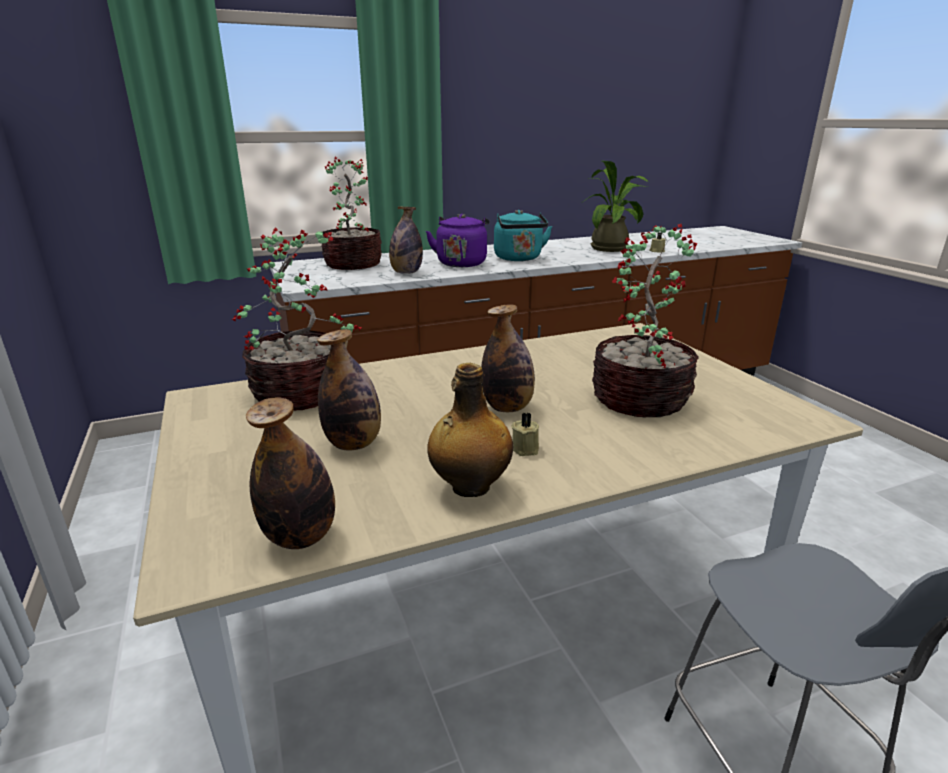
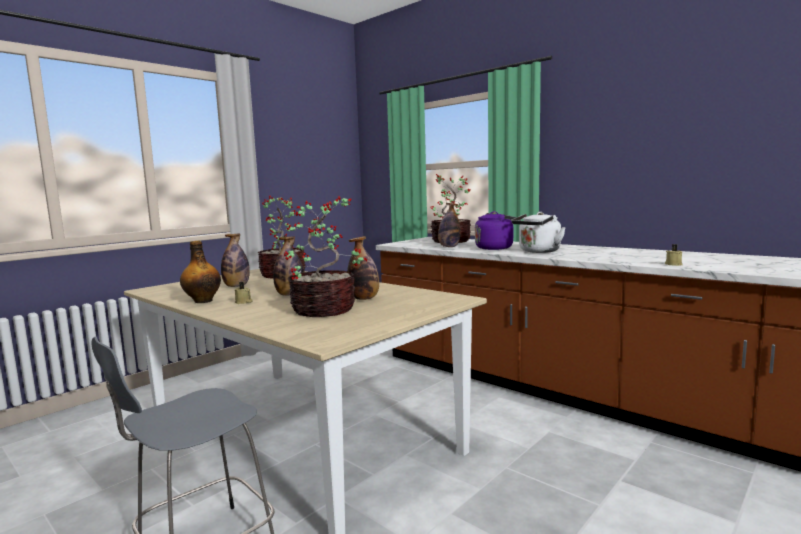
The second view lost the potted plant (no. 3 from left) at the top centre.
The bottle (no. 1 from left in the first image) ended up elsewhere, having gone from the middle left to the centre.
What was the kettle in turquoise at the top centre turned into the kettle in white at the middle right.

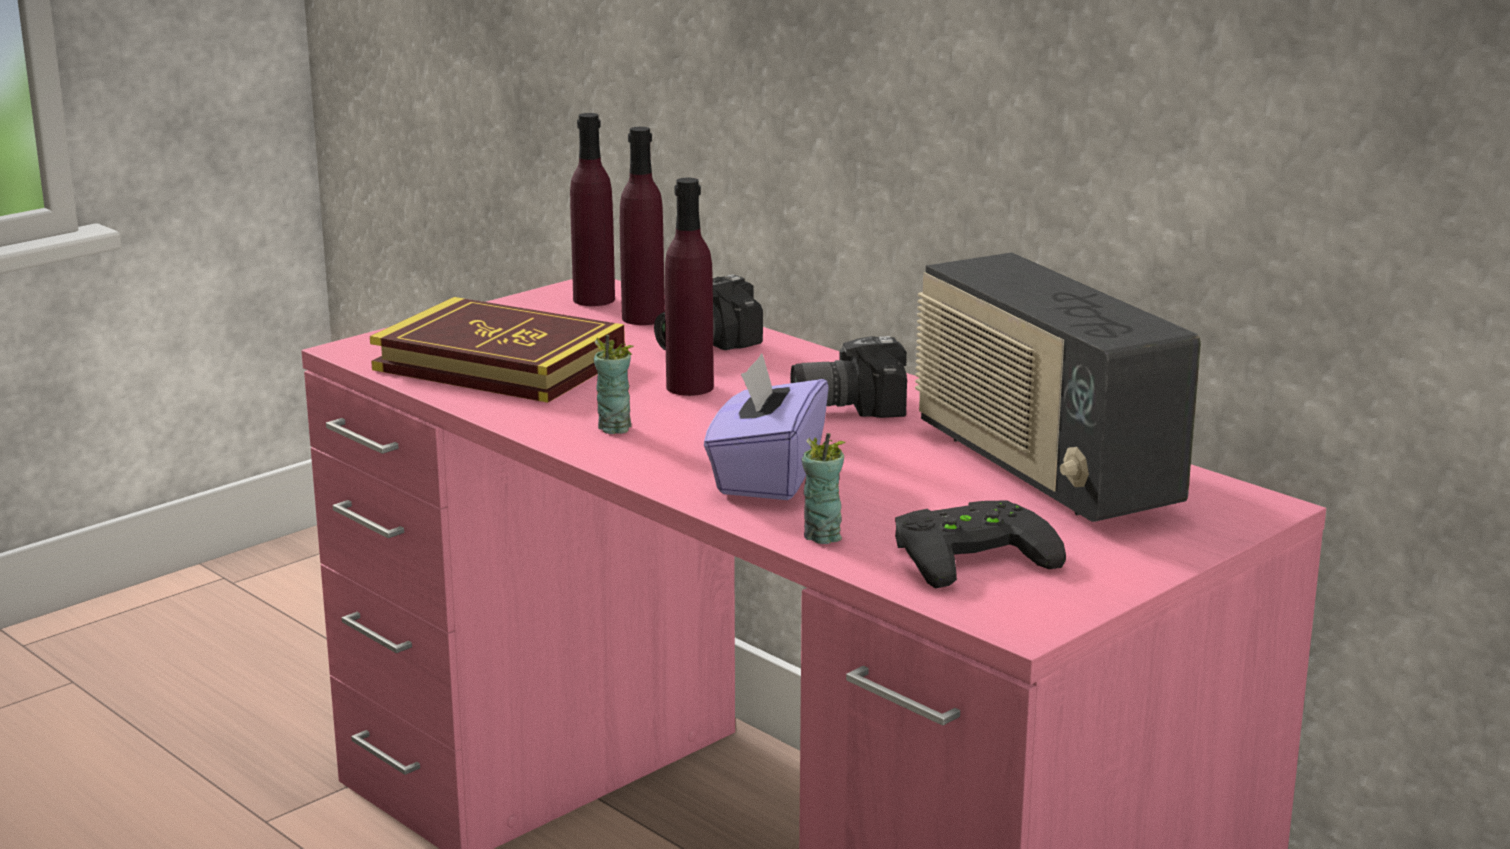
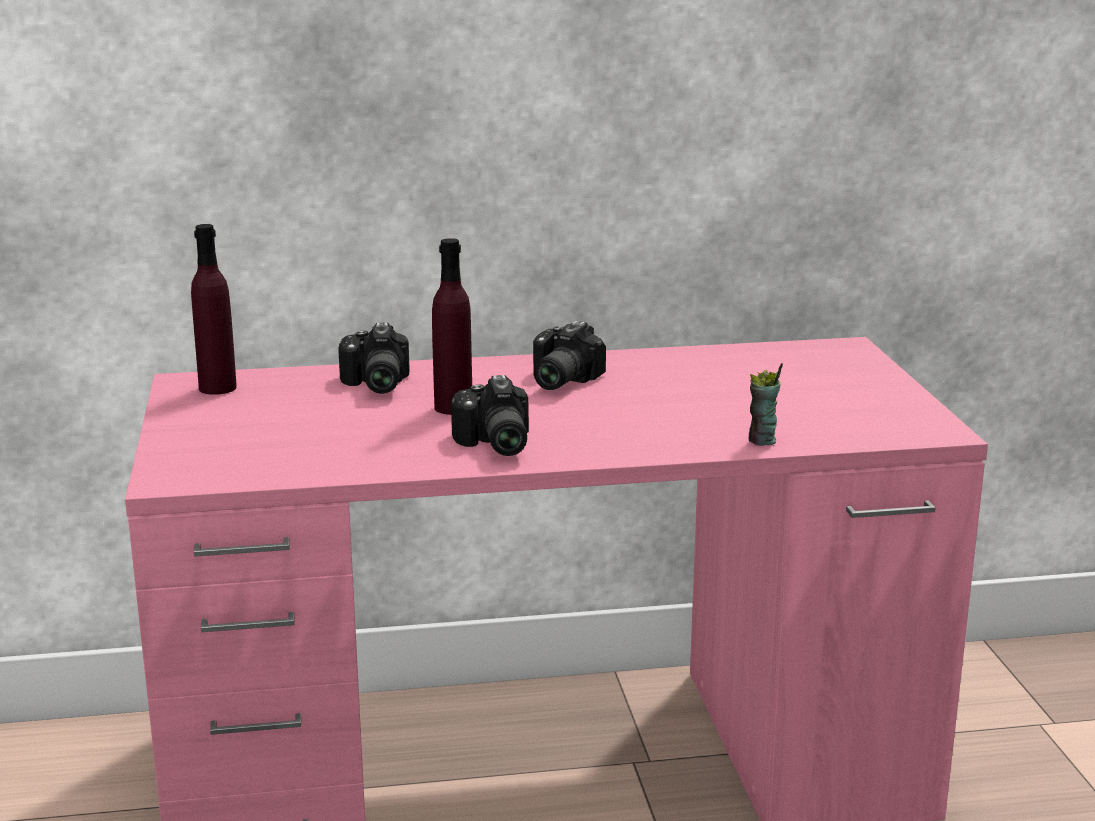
The second view lost the book at the middle left.
The second view lost the bottle in purple (no. 2 from left) at the top centre.
The second view lost the tissue box in purple at the centre.
The second view lost the game controller in black at the centre.
The second view lost the radio at the middle right.
Where the cup (no. 1 from left) stood at the centre, the photo camera (no. 2 from left) came to stand at the centre.

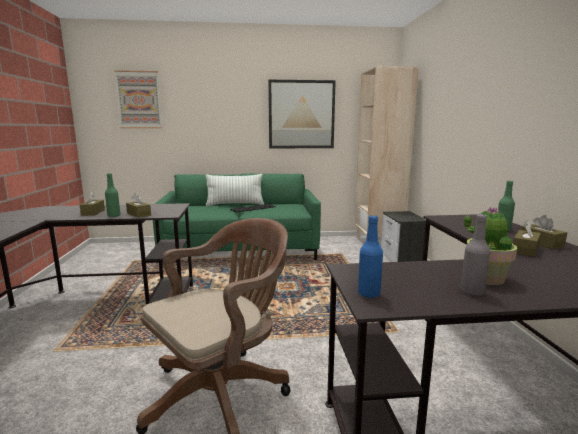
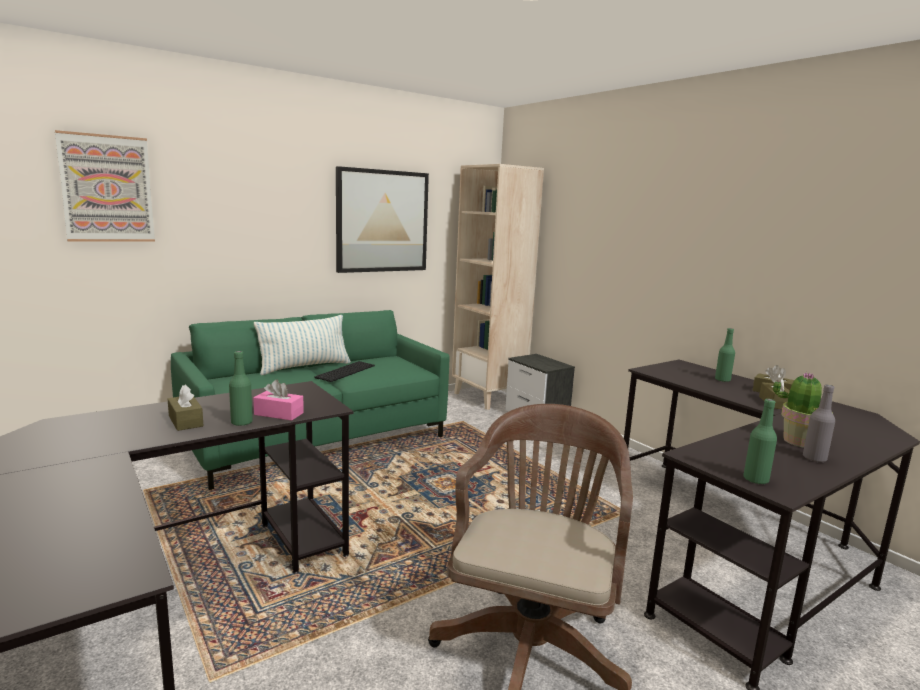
What was the tissue box in brown (no. 2 from left) at the middle left turned into the tissue box in pink at the middle left.
What was the bottle in blue at the centre turned into the bottle in green (no. 3 from left) at the middle right.

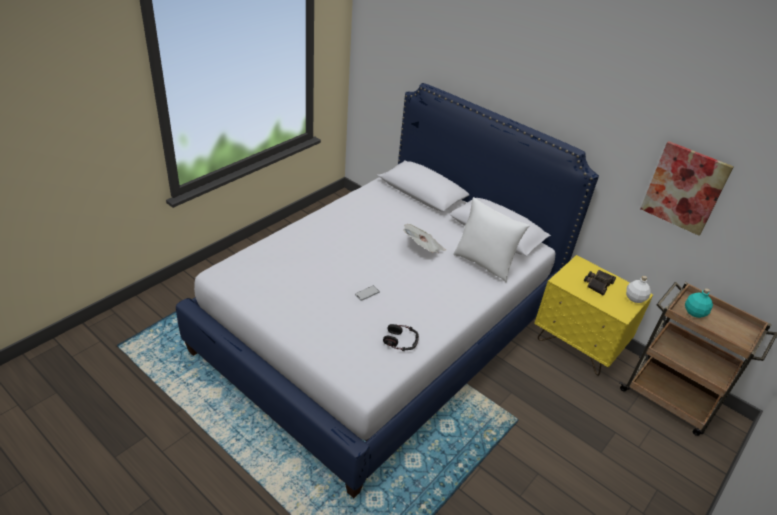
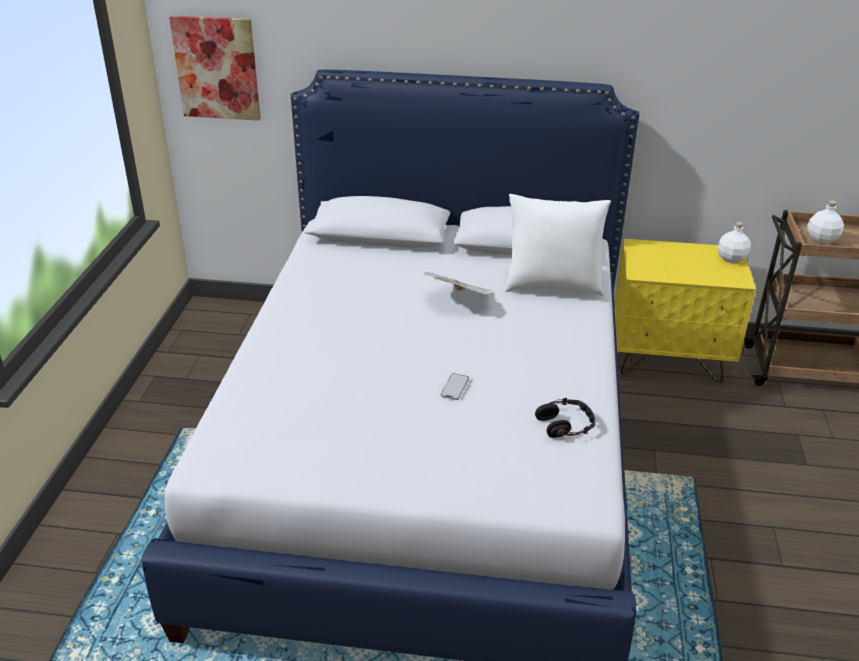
The second view lost the binoculars at the middle right.
The picture ended up elsewhere, having gone from the middle right to the top left.
What was the bottle in turquoise at the middle right turned into the bottle in white (no. 2 from left) at the middle right.

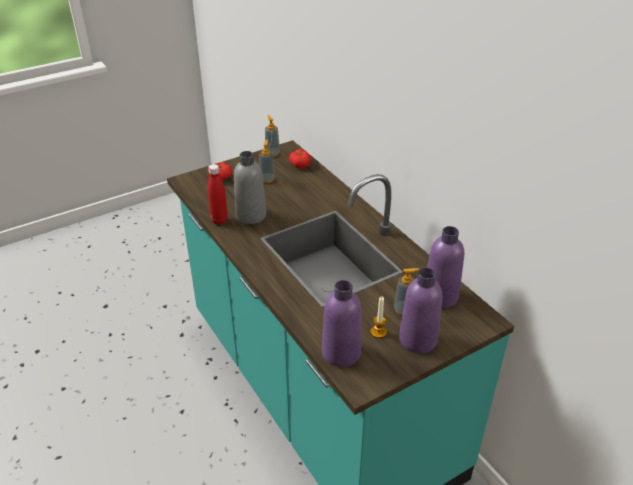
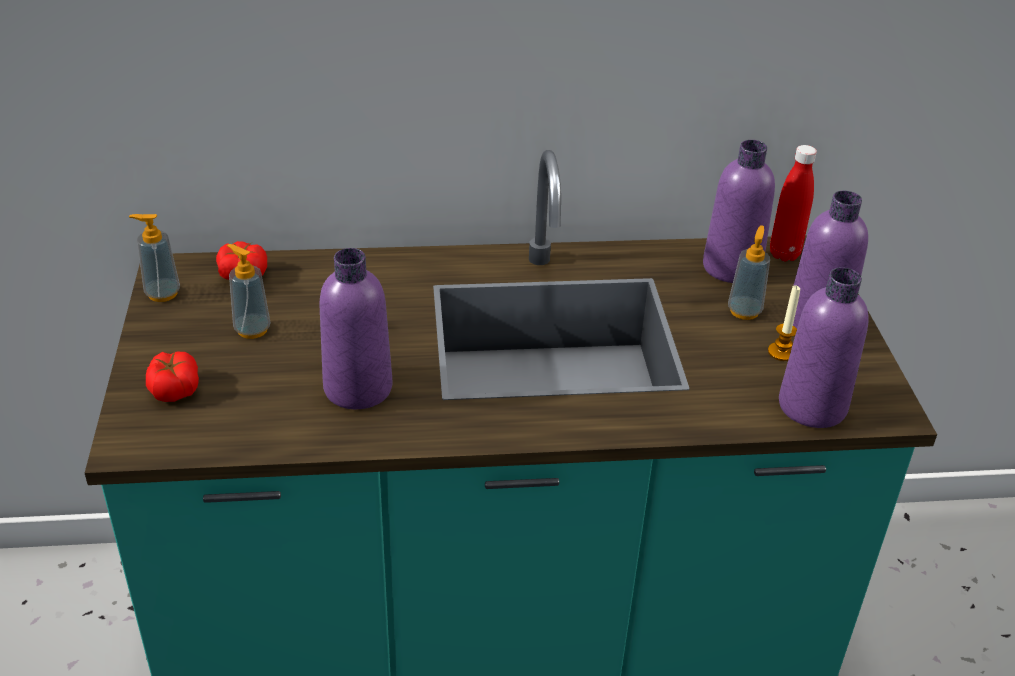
The bottle in red ended up elsewhere, having gone from the centre to the top right.
What was the bottle in grey at the centre turned into the bottle in purple (no. 1 from left) at the centre.

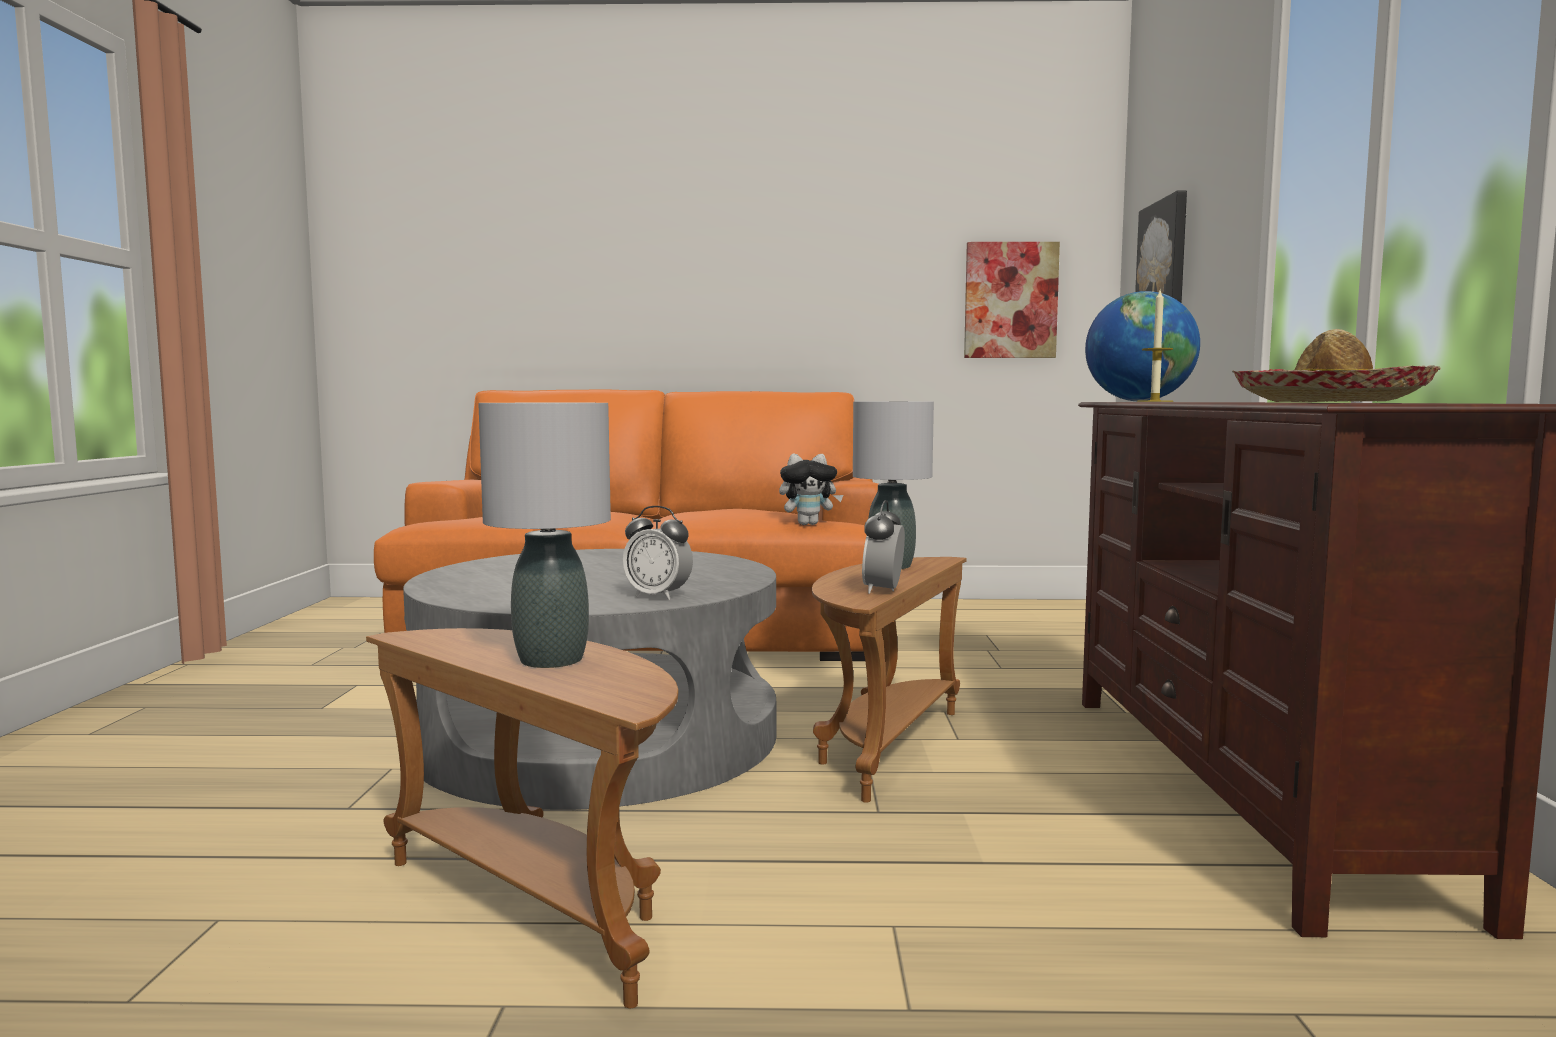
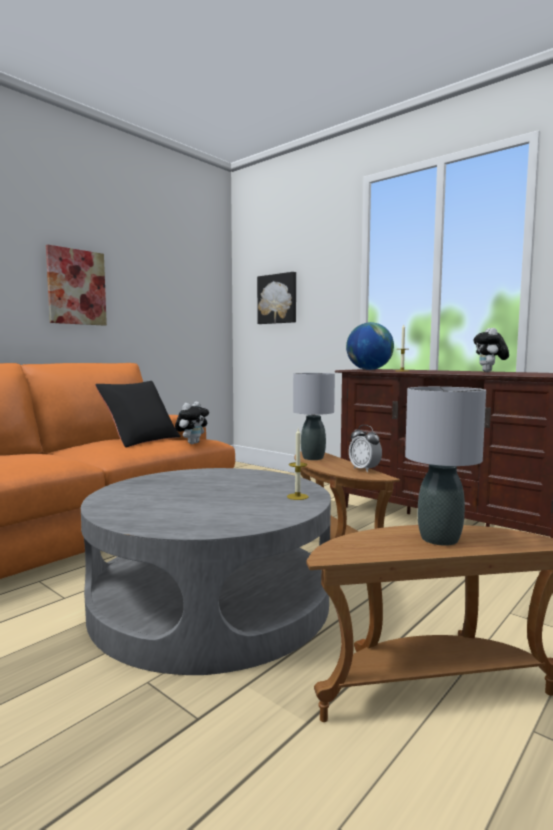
The second view gained the pillow in black at the middle left.
The picture (no. 1 from left) ended up elsewhere, having gone from the top centre to the middle left.
Where the alarm clock (no. 1 from left) stood at the centre, the candle (no. 1 from left) came to stand at the centre.
Where the hat stood at the middle right, the plush toy (no. 2 from left) came to stand at the middle right.

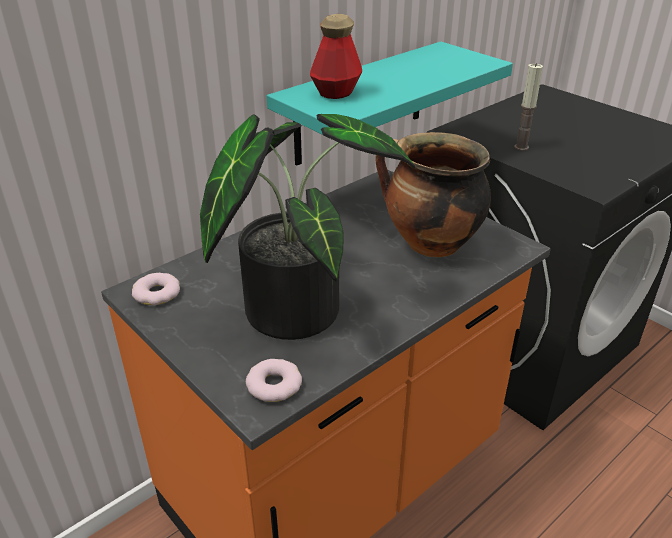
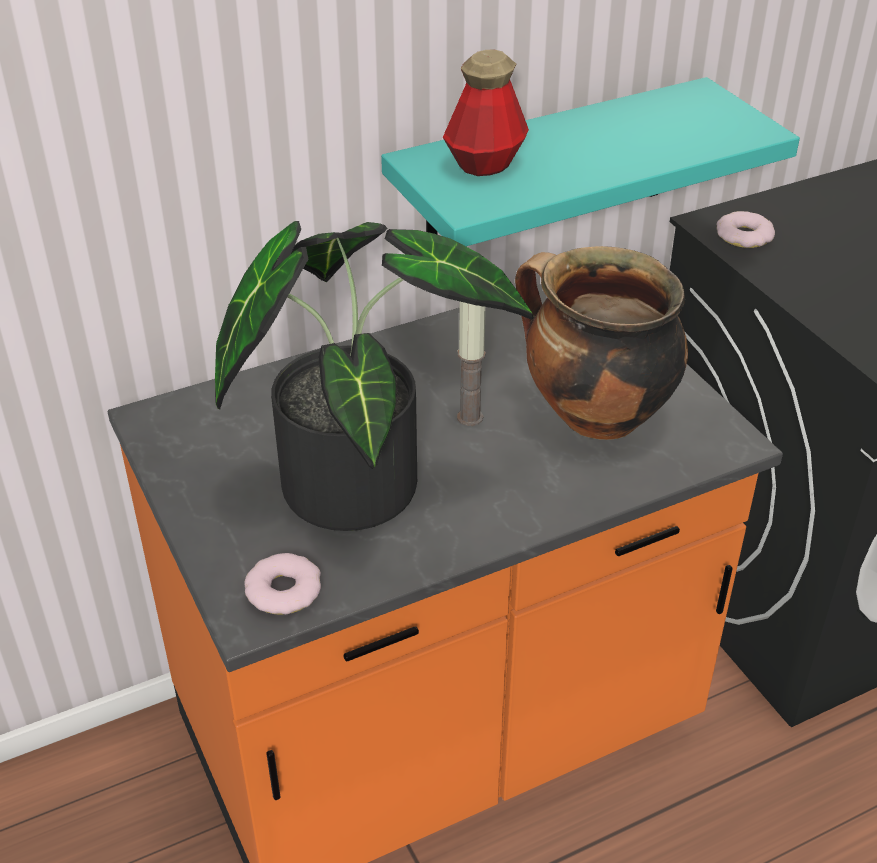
The donut (no. 1 from left in the first image) ended up elsewhere, having gone from the middle left to the top right.
The candle ended up elsewhere, having gone from the top right to the centre.

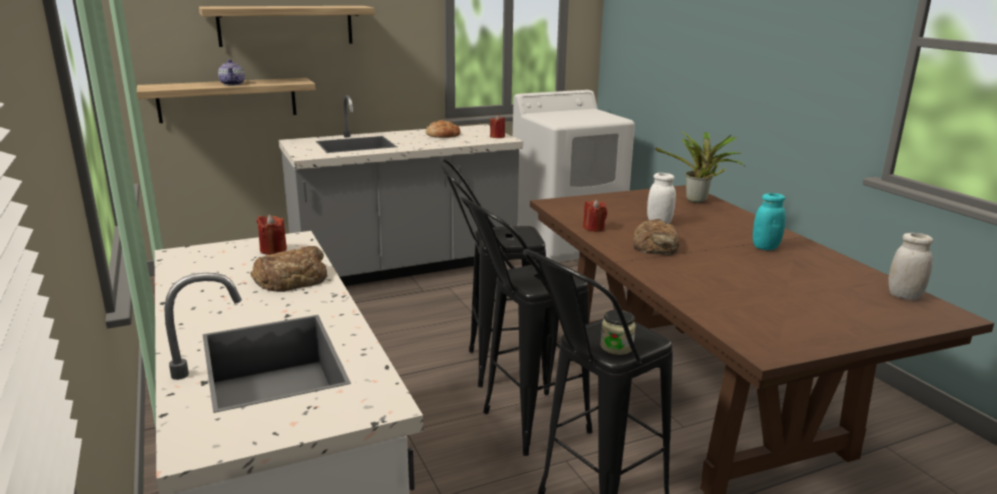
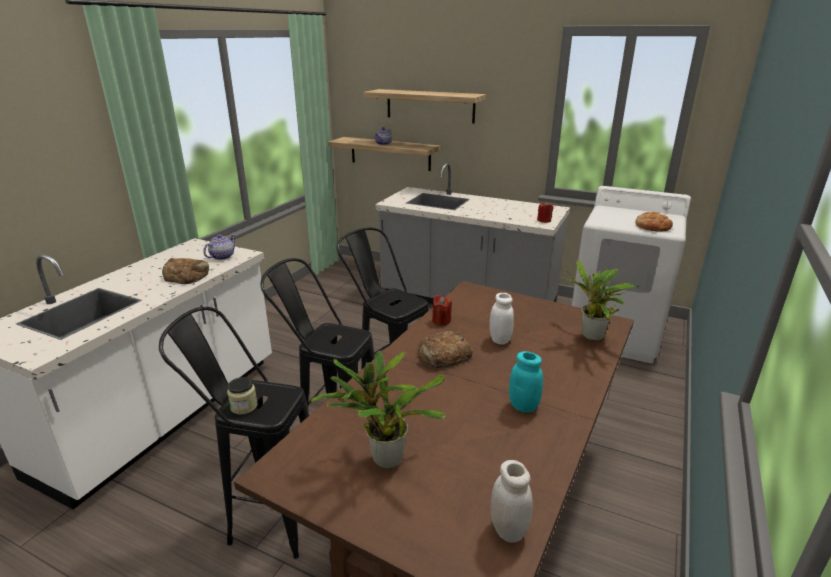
The second view gained the potted plant (no. 1 from left) at the bottom centre.
The bread (no. 2 from left in the first image) ended up elsewhere, having gone from the top centre to the middle right.
Where the candle in red (no. 1 from left) stood at the middle left, the teapot (no. 1 from left) came to stand at the middle left.

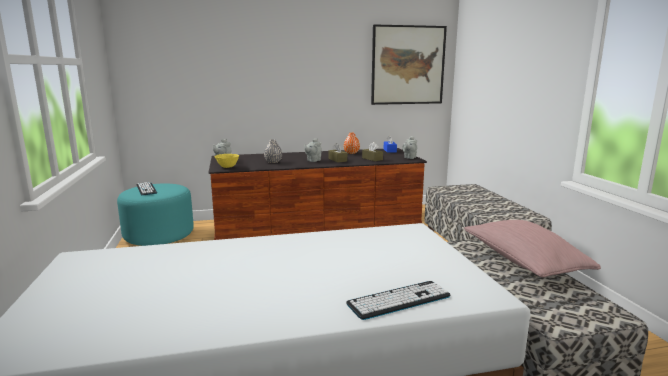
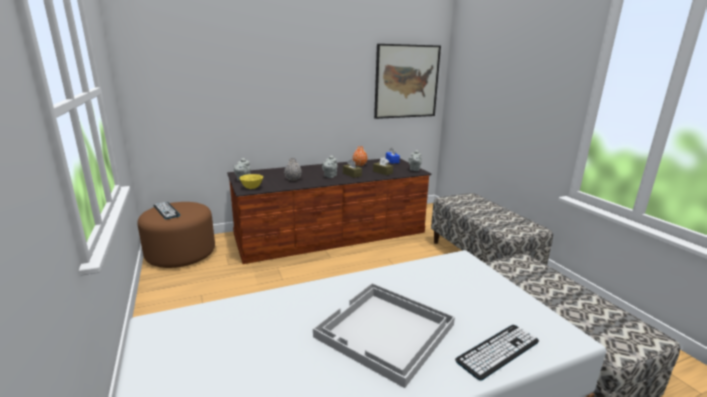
The second view lost the pillow in pink at the middle right.
The second view gained the tray in white at the bottom centre.
What was the ottoman in turquoise at the middle left turned into the ottoman in brown at the middle left.

